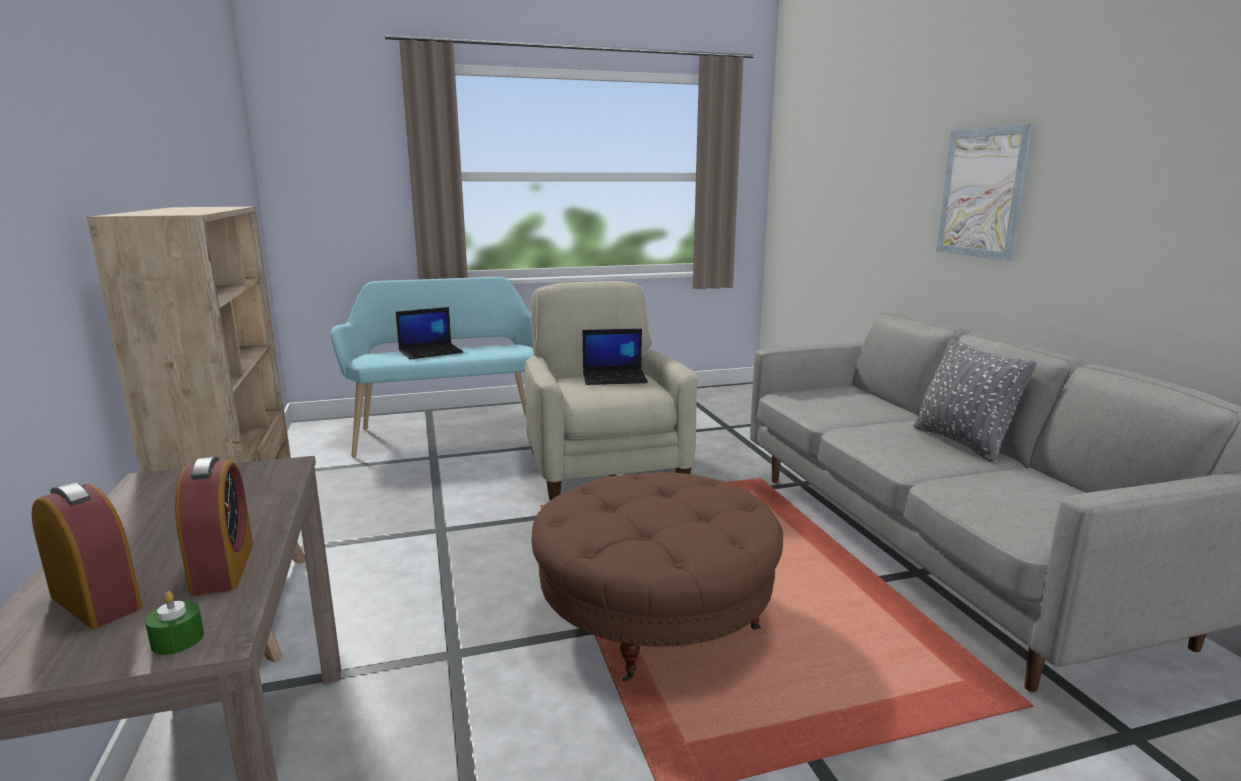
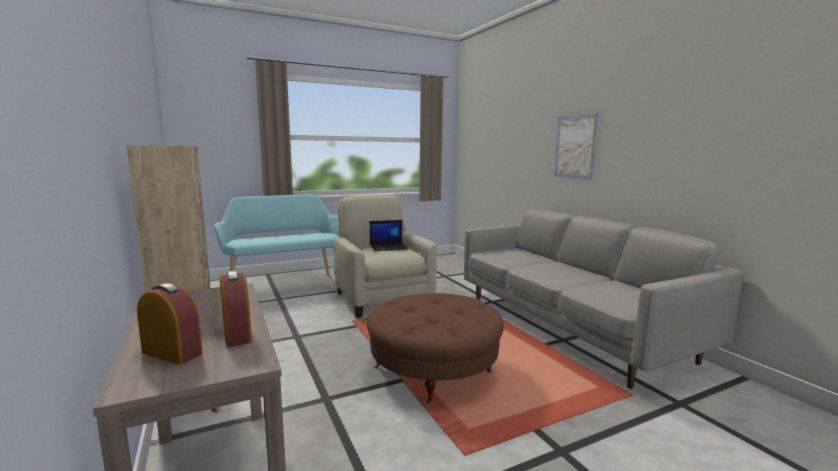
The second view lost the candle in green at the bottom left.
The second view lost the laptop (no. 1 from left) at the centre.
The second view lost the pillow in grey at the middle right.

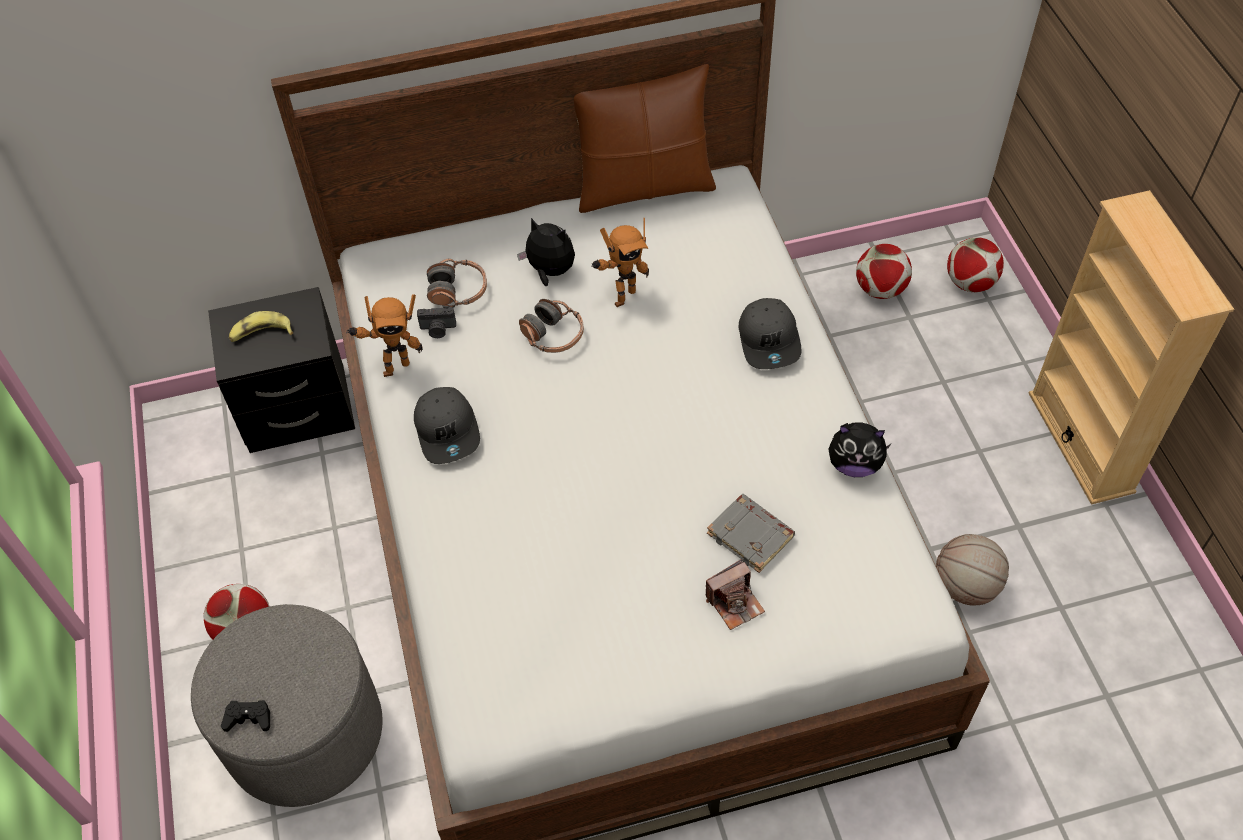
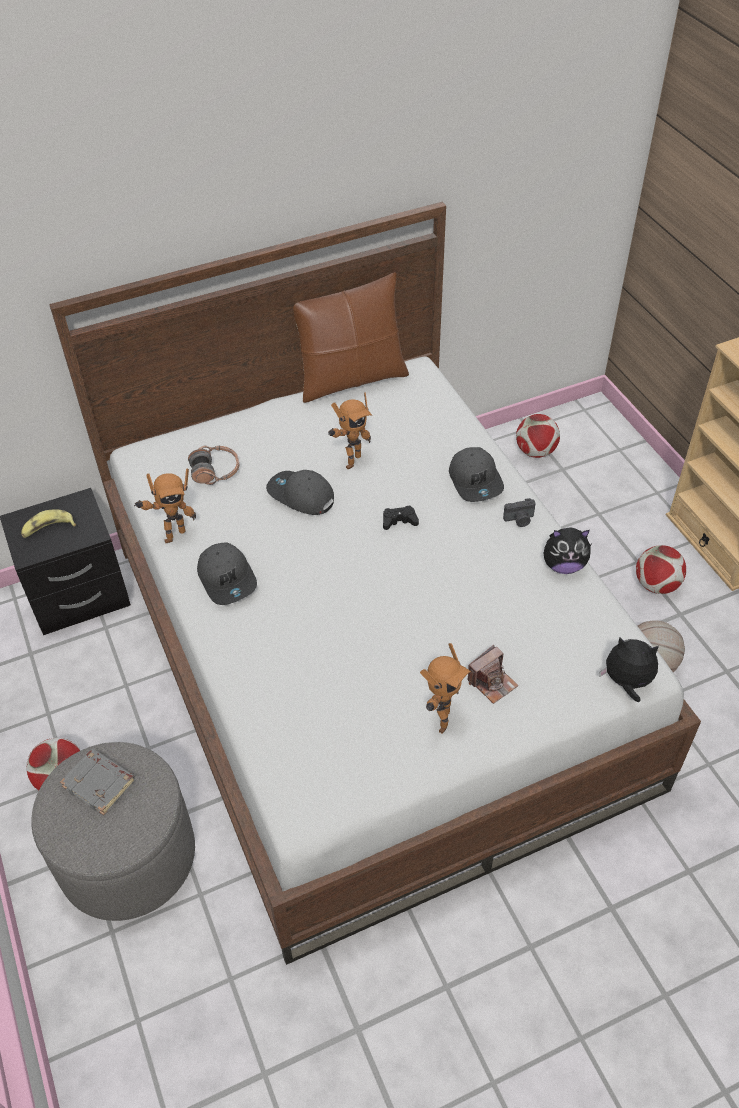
The second view gained the toy robot (no. 3 from left) at the centre.
The game controller in black ended up elsewhere, having gone from the bottom left to the centre.
The photo camera (no. 1 from left in the first image) ended up elsewhere, having gone from the centre to the middle right.
The plush toy (no. 1 from left in the first image) ended up elsewhere, having gone from the top centre to the middle right.
The book in grey ended up elsewhere, having gone from the centre to the bottom left.
The football (no. 3 from left) ended up elsewhere, having gone from the top right to the middle right.
Where the headphones (no. 2 from left) stood at the centre, the cap in grey (no. 2 from left) came to stand at the centre.

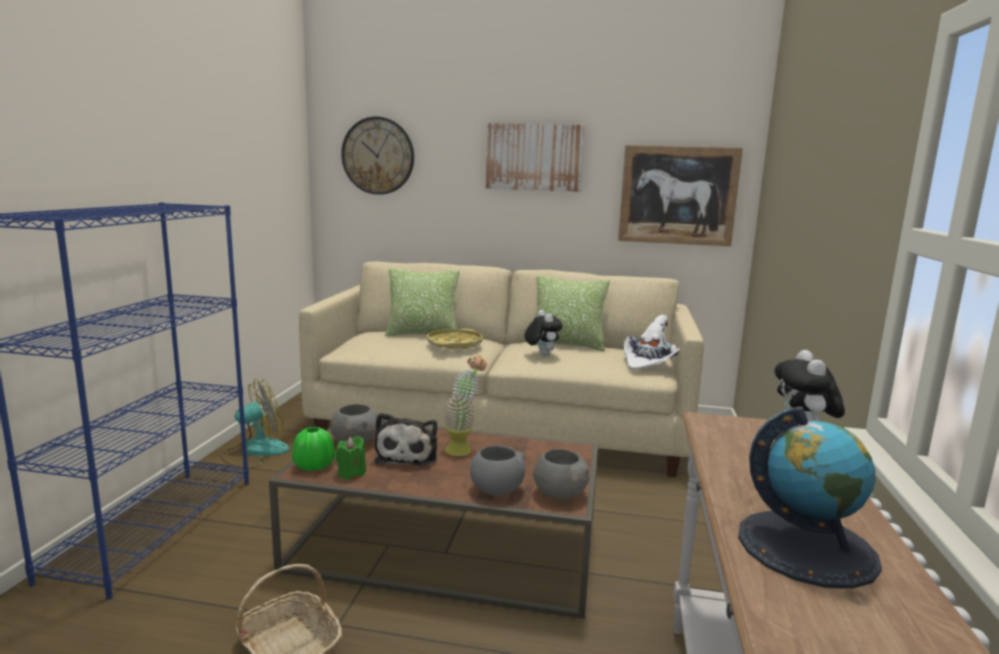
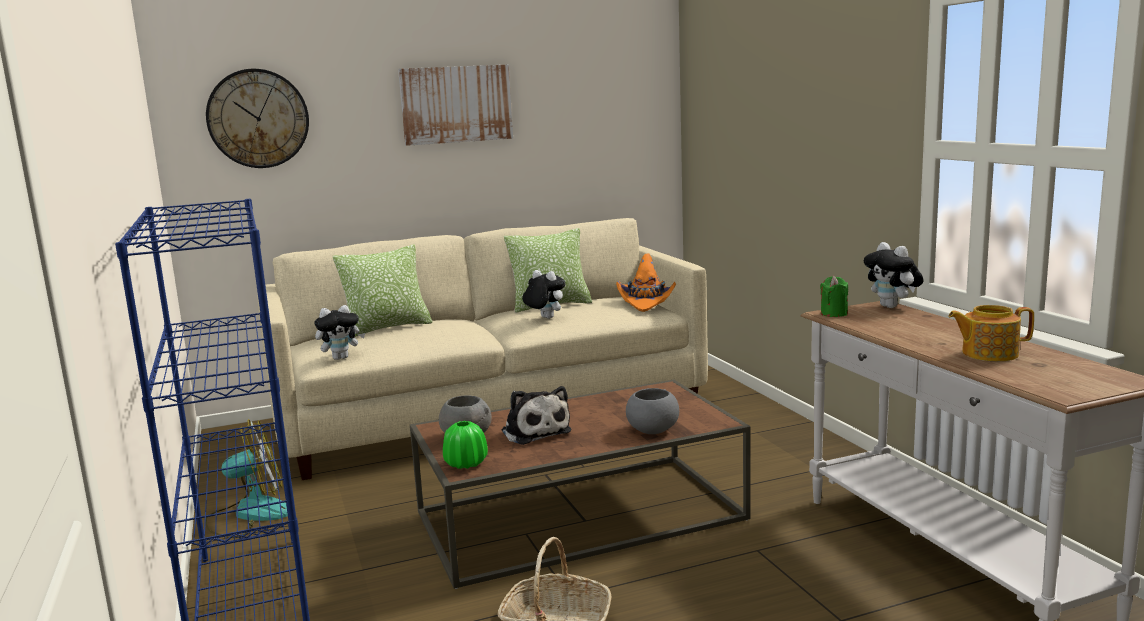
The second view lost the tray in yellow at the centre.
The second view lost the potted plant at the centre.
The second view lost the bowl in grey (no. 3 from left) at the bottom centre.
The second view lost the picture (no. 2 from left) at the top right.
The second view gained the plush toy (no. 1 from left) at the middle left.
The candle in green ended up elsewhere, having gone from the bottom centre to the middle right.
Where the globe stood at the bottom right, the teapot came to stand at the middle right.
What was the hat in white at the centre turned into the hat in orange at the centre.
The fan at the middle left ended up facing another way, 45 degrees clockwise from before.

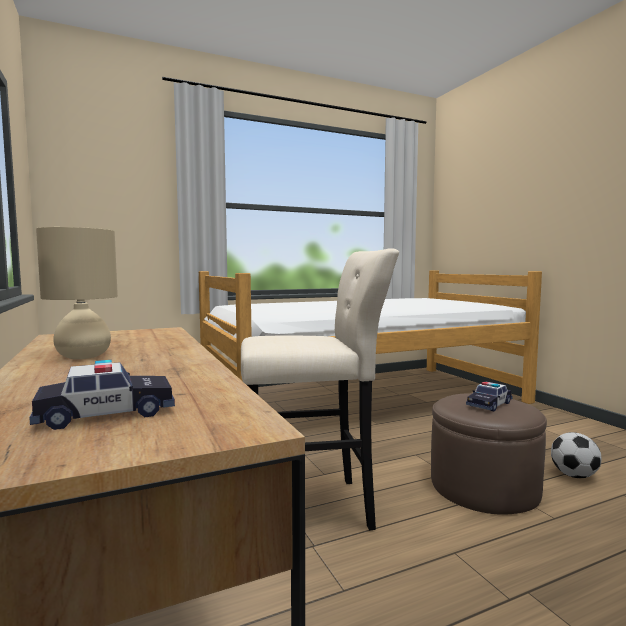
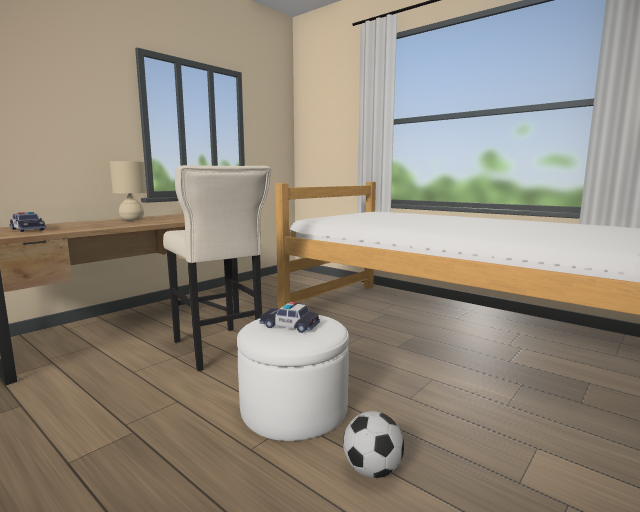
What was the ottoman in brown at the bottom right turned into the ottoman in white at the bottom centre.

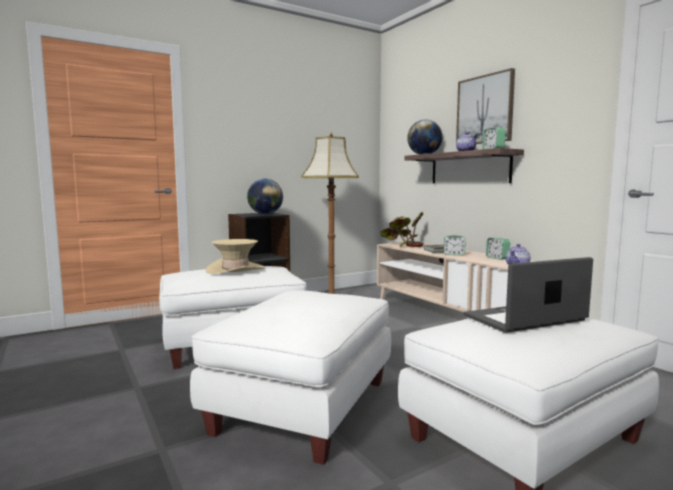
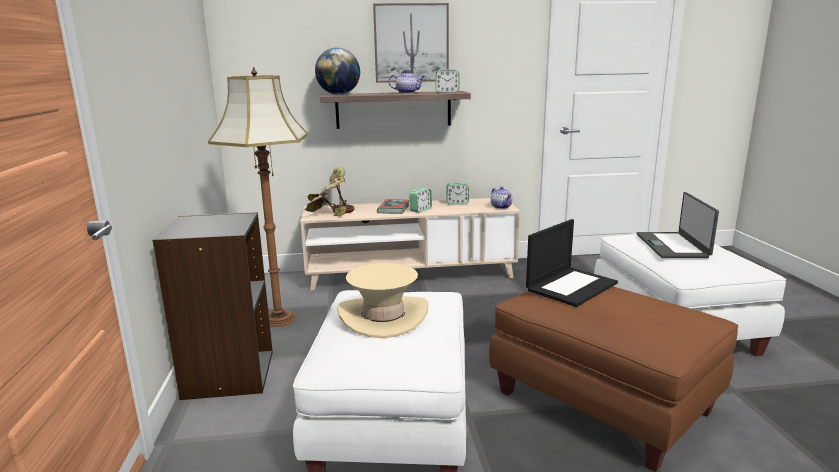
The second view lost the globe (no. 1 from left) at the centre.
The second view gained the laptop (no. 1 from left) at the middle right.
What was the ottoman in white (no. 2 from left) at the bottom centre turned into the ottoman in brown at the bottom right.

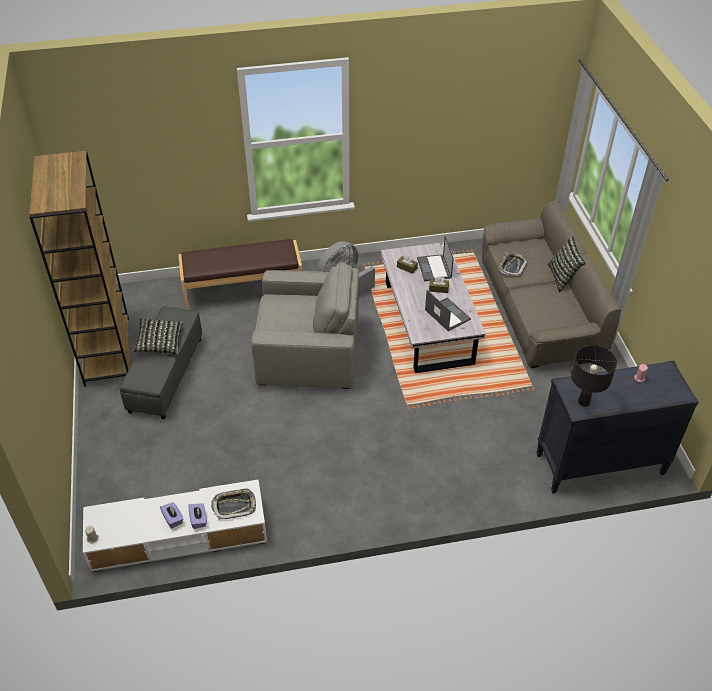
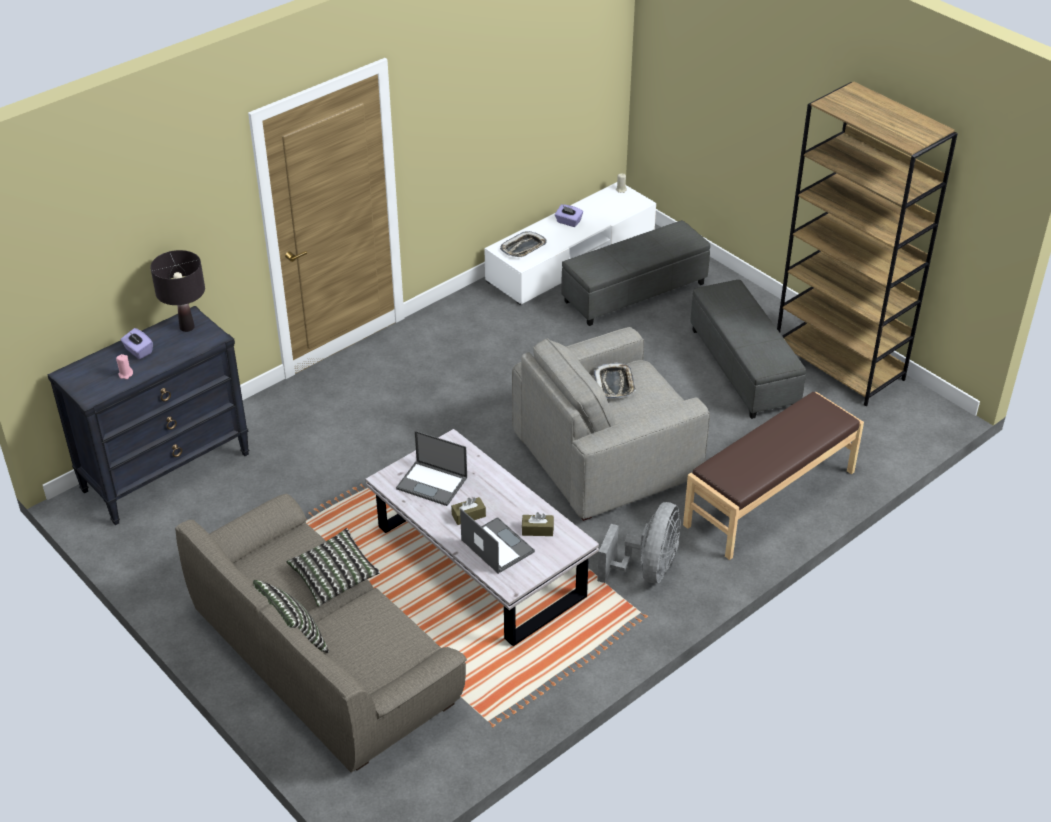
The second view gained the ottoman in grey (no. 1 from left) at the top centre.
The pillow (no. 1 from left in the first image) ended up elsewhere, having gone from the middle left to the bottom left.
The tissue box in purple (no. 2 from left in the first image) ended up elsewhere, having gone from the bottom left to the middle left.
The tray (no. 2 from left) ended up elsewhere, having gone from the middle right to the centre.

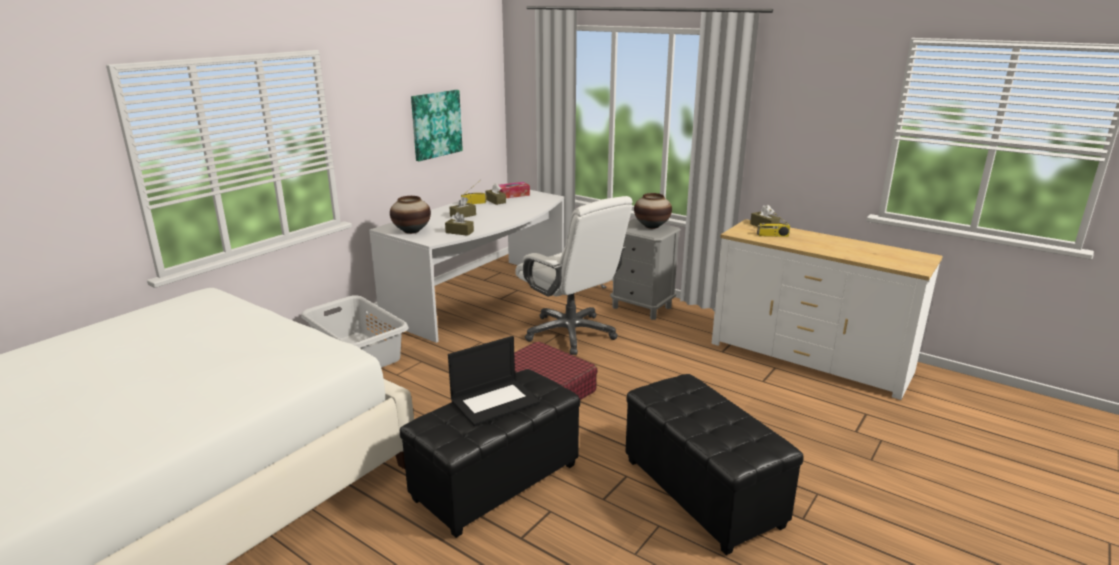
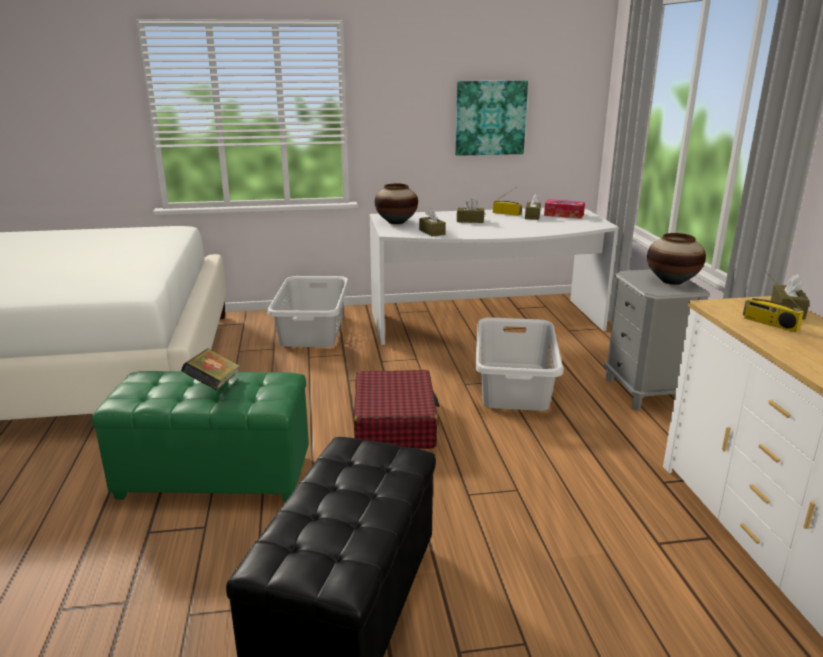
Where the laptop stood at the bottom centre, the book came to stand at the middle left.
Where the office chair in white stood at the centre, the laundry basket in grey (no. 2 from left) came to stand at the centre.
What was the ottoman in black (no. 1 from left) at the bottom centre turned into the ottoman in green at the middle left.

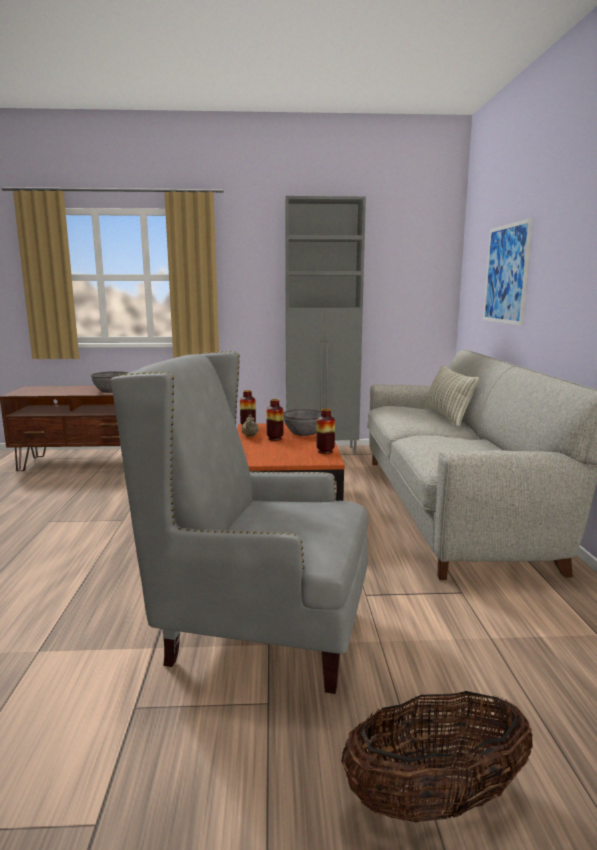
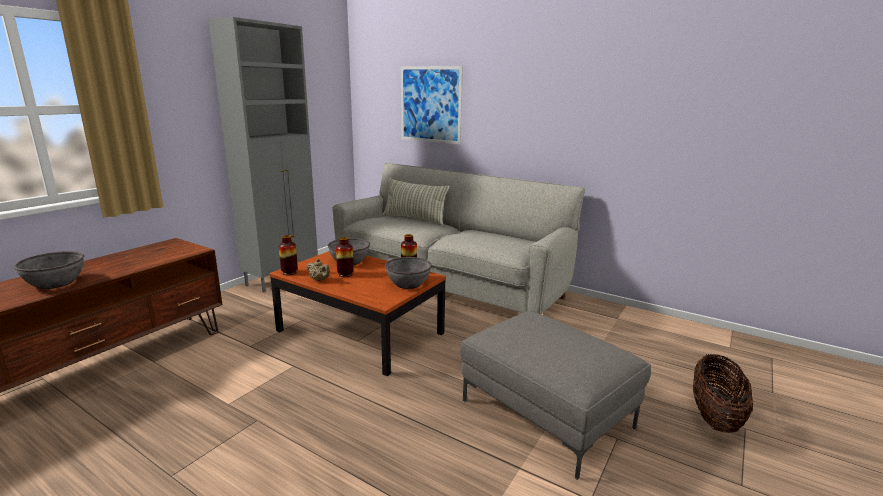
The second view gained the bowl in grey (no. 3 from left) at the centre.
Where the armchair in grey stood at the centre, the ottoman in grey came to stand at the bottom centre.

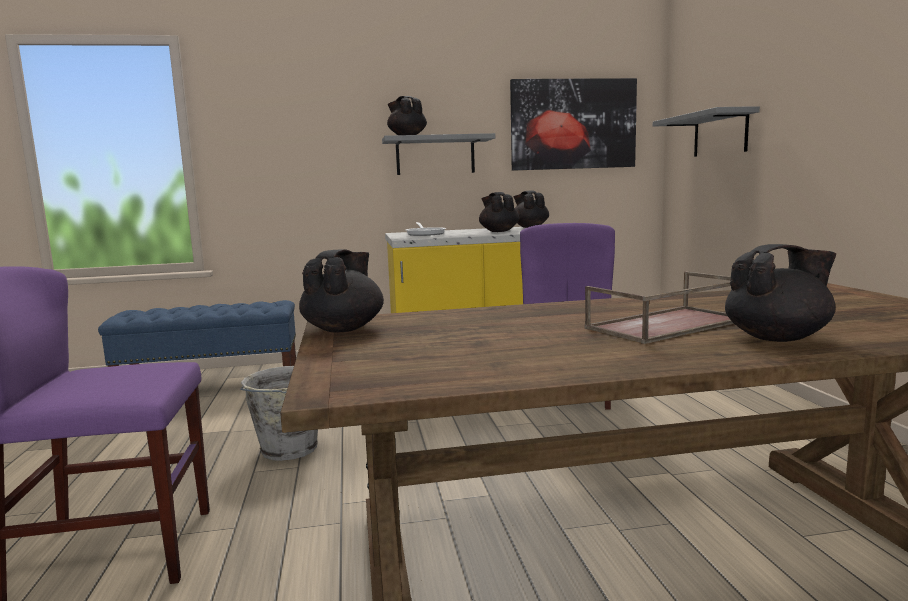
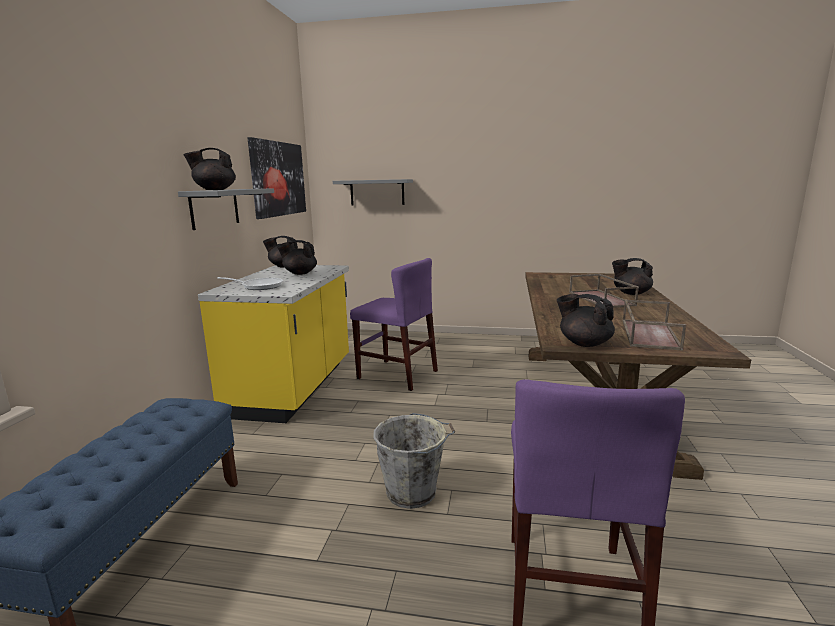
The second view gained the tray in brown (no. 2 from left) at the middle right.
The teapot in black (no. 5 from left) at the middle right ended up facing another way, 90 degrees counterclockwise from before.

